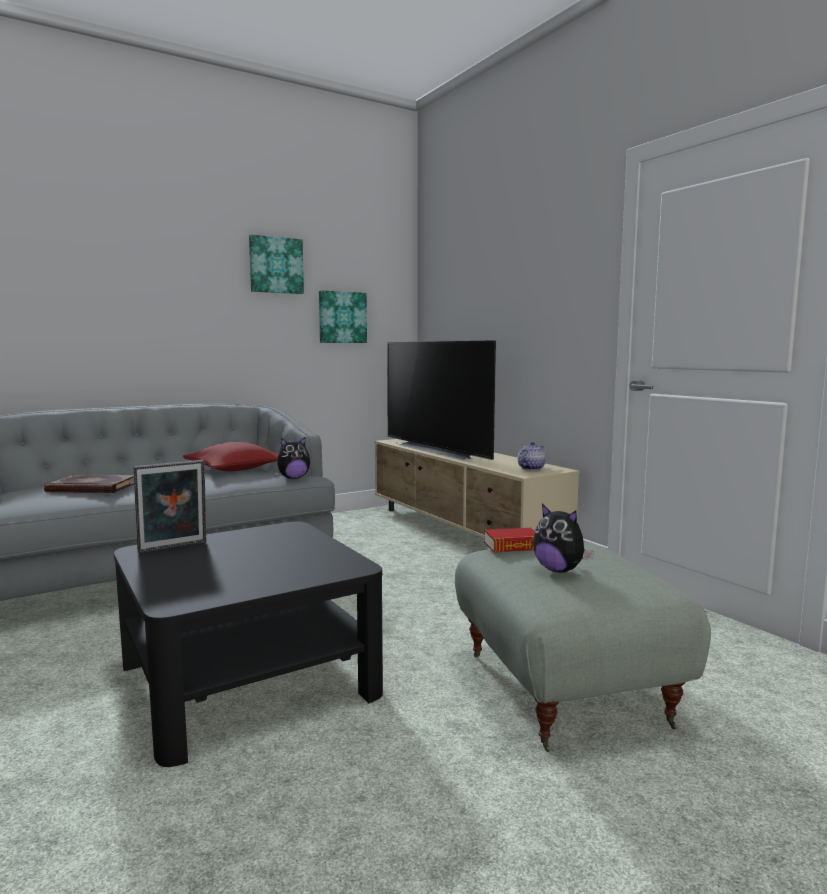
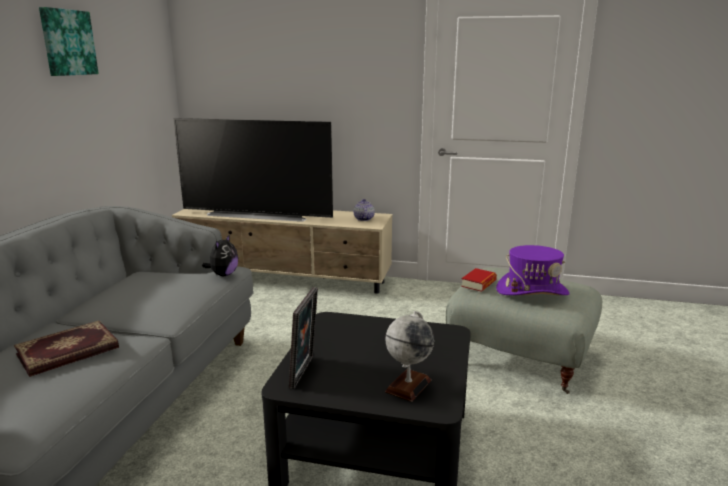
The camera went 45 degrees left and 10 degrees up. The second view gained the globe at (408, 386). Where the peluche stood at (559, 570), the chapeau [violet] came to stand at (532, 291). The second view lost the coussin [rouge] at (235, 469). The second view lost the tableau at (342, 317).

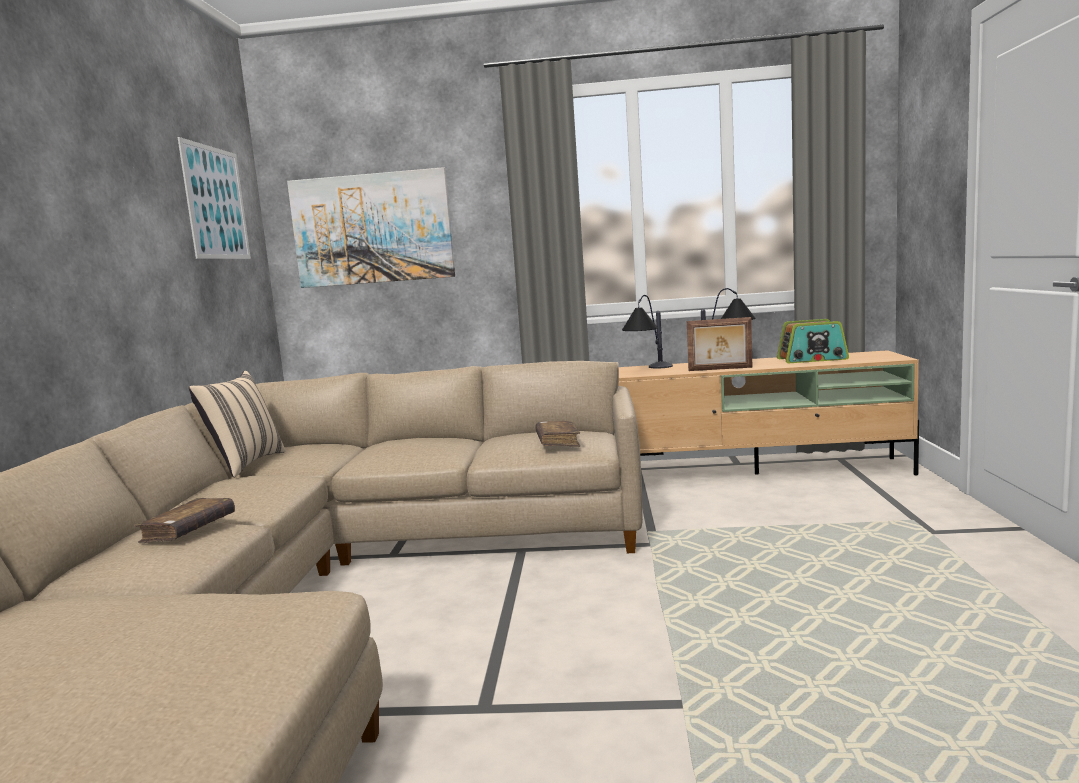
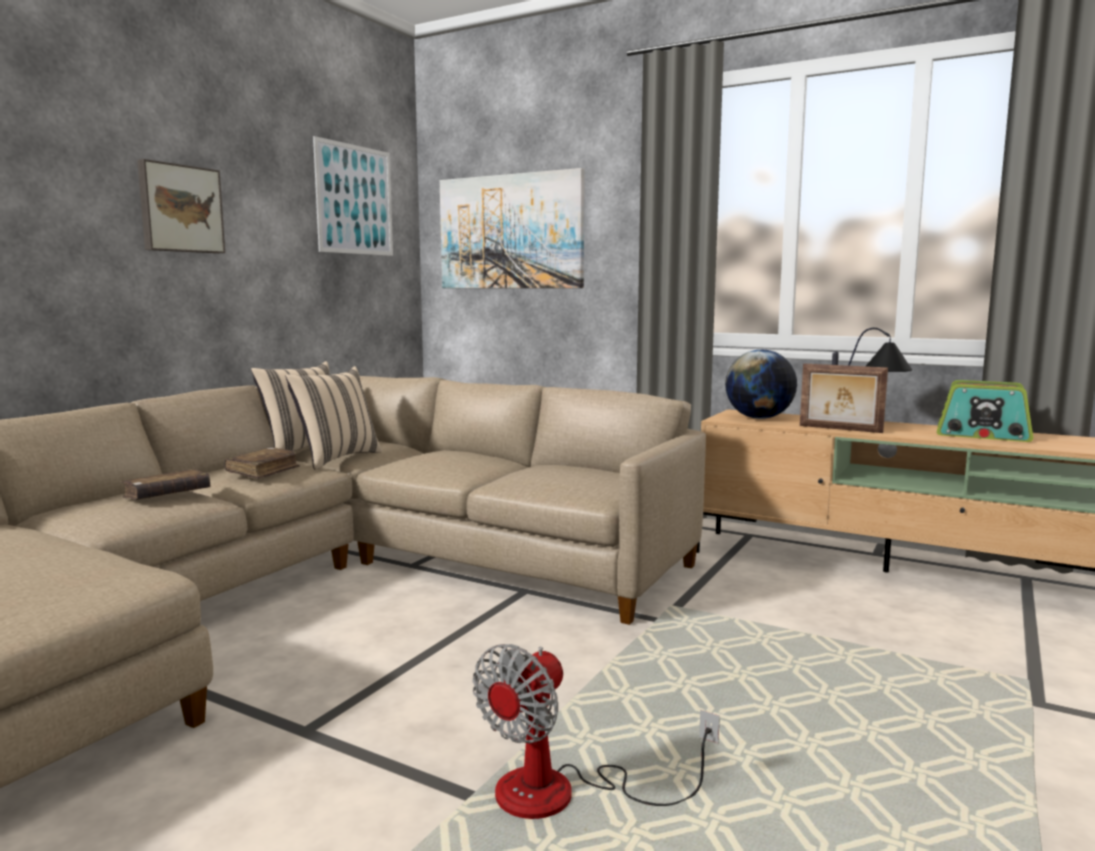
The camera went 25 degrees right and 0 degrees up. The second view gained the tableau at (180, 209). The livre [marron] ended up elsewhere, having gone from (557, 442) to (263, 471). The second view gained the coussin [beige] at (336, 459). The second view gained the ventilateur at (564, 794). Where the lampe de table stood at (649, 370), the globe came to stand at (759, 418).

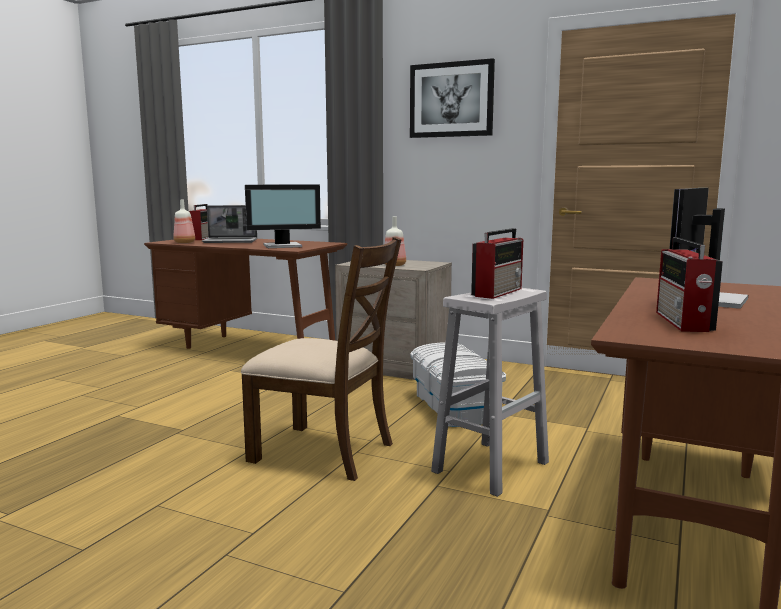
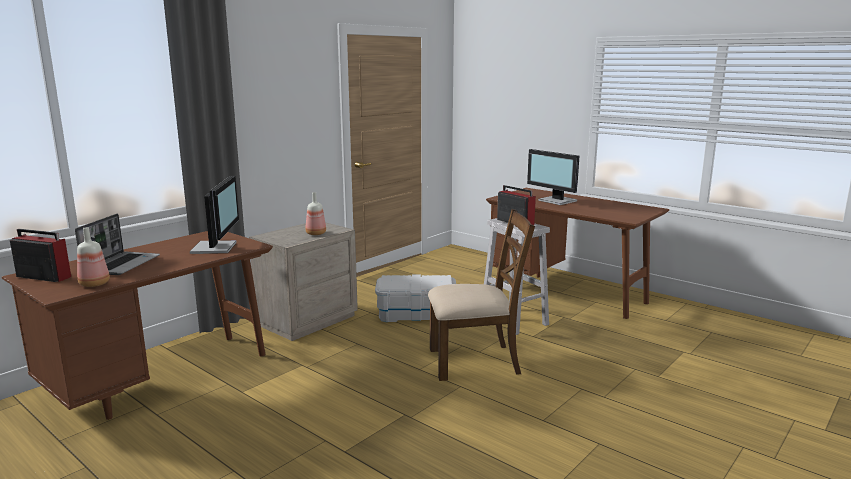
The camera went 75 degrees left and 5 degrees up. The chaise [marron] at (324, 452) ended up facing another way, 45 degrees clockwise from before. The second view lost the tableau at (451, 100). The second view lost the radio at (683, 322).

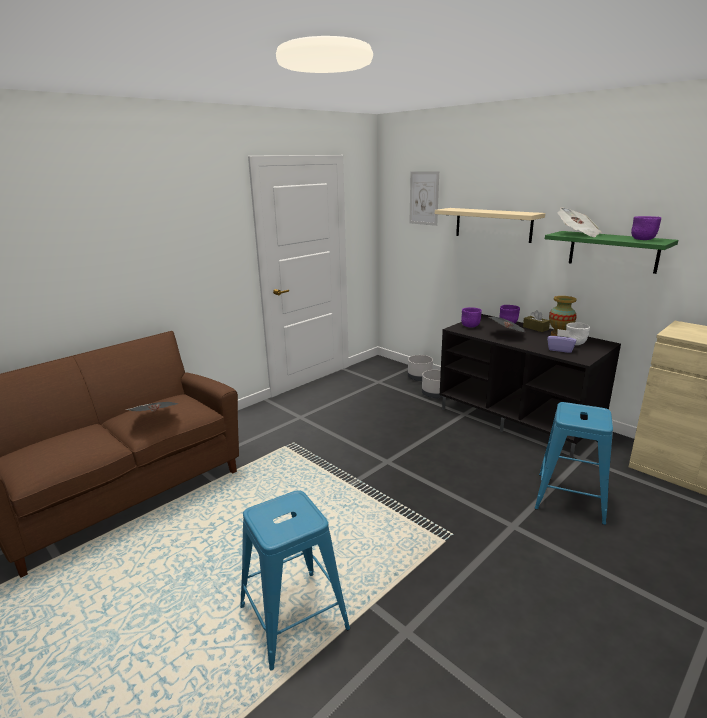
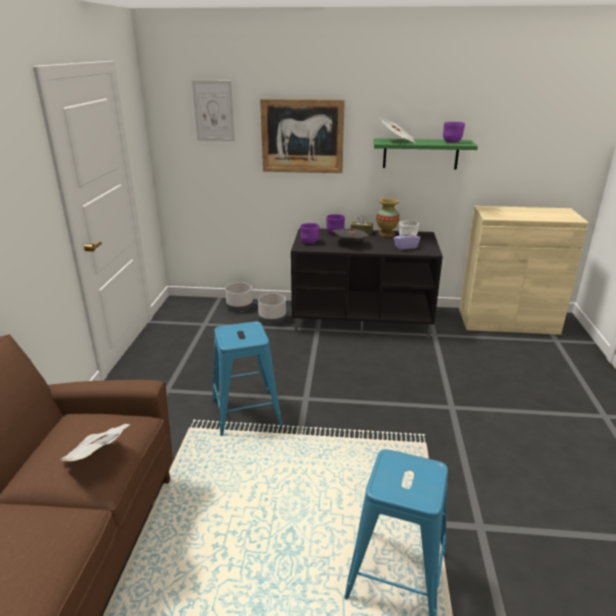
The camera went 40 degrees left and 5 degrees up. The tabouret [bleu] ended up elsewhere, having gone from (569, 497) to (245, 412). Where the étagère [beige] hung at (493, 224), the tableau came to hang at (302, 136).

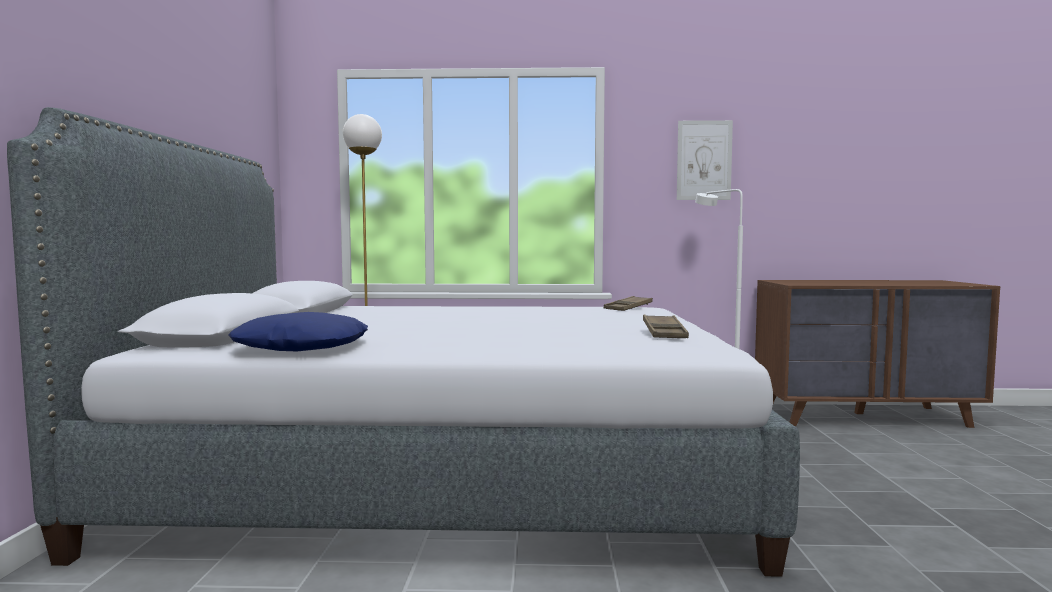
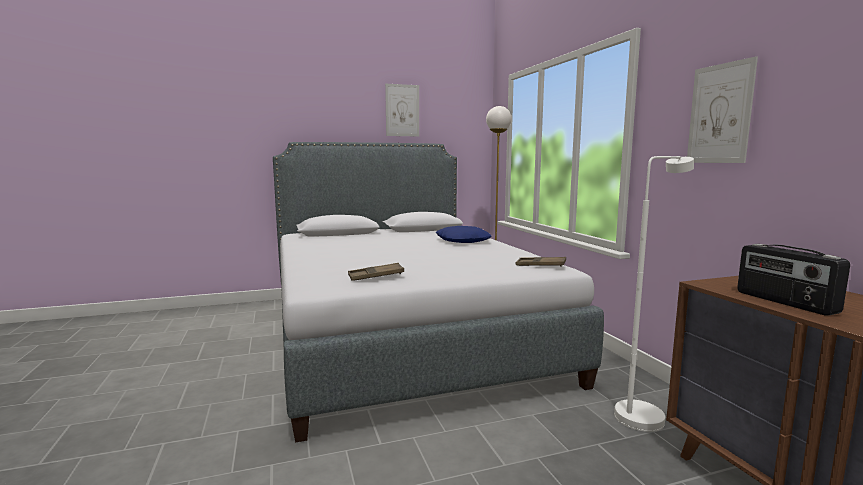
The camera went 70 degrees right and 5 degrees up. The second view gained the tableau at (402, 110). The coussin [bleu] ended up elsewhere, having gone from (303, 347) to (463, 241). The second view gained the radio at (784, 302).

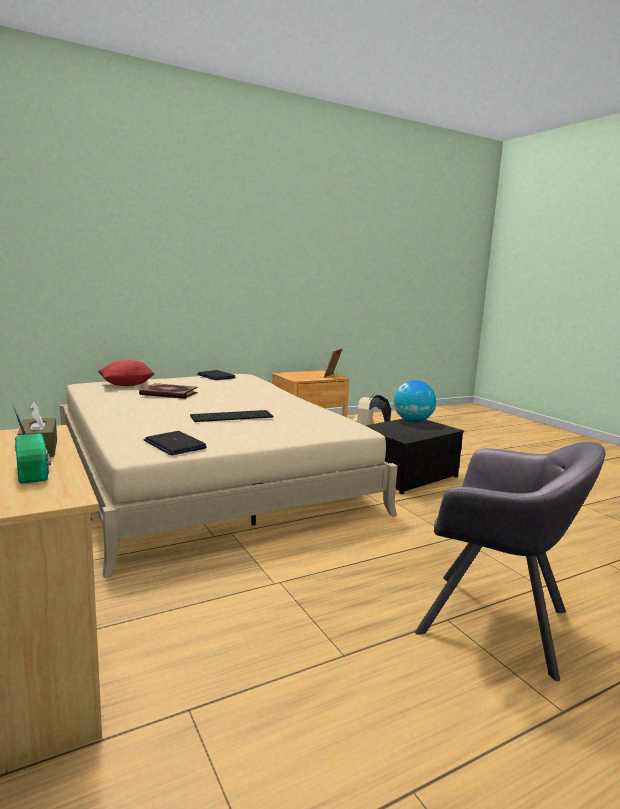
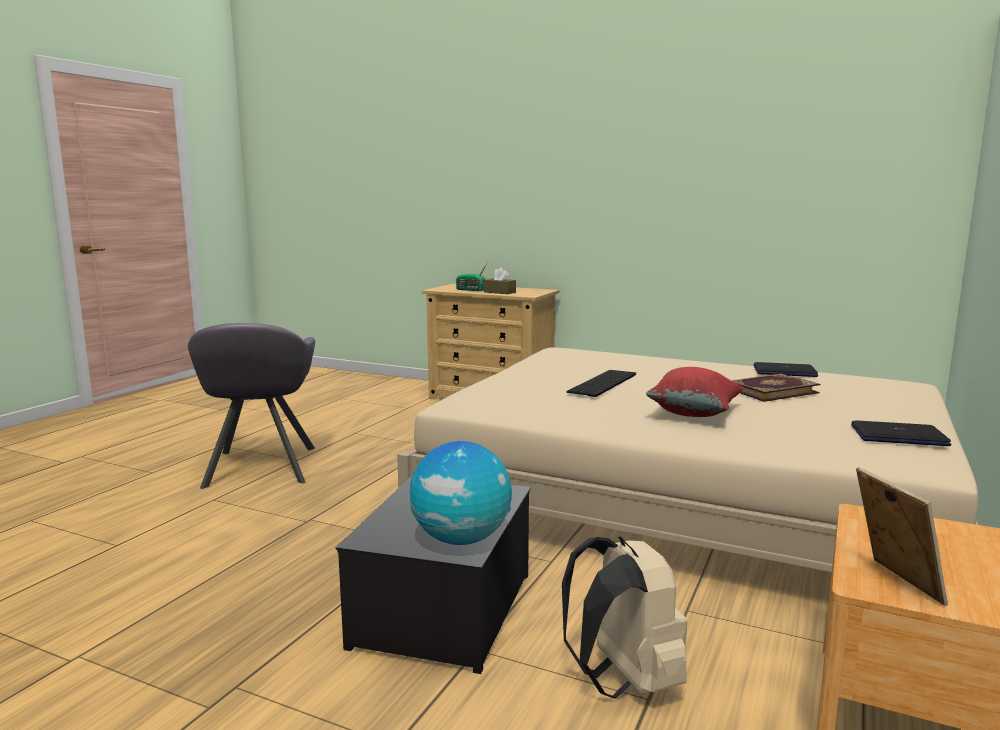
The camera went 145 degrees right and 0 degrees up. The fauteuil [gris] at (495, 622) ended up facing another way, 90 degrees counterclockwise from before. The coussin [rouge] ended up elsewhere, having gone from (127, 385) to (694, 414). The ordinateur portable ended up elsewhere, having gone from (174, 444) to (784, 371).

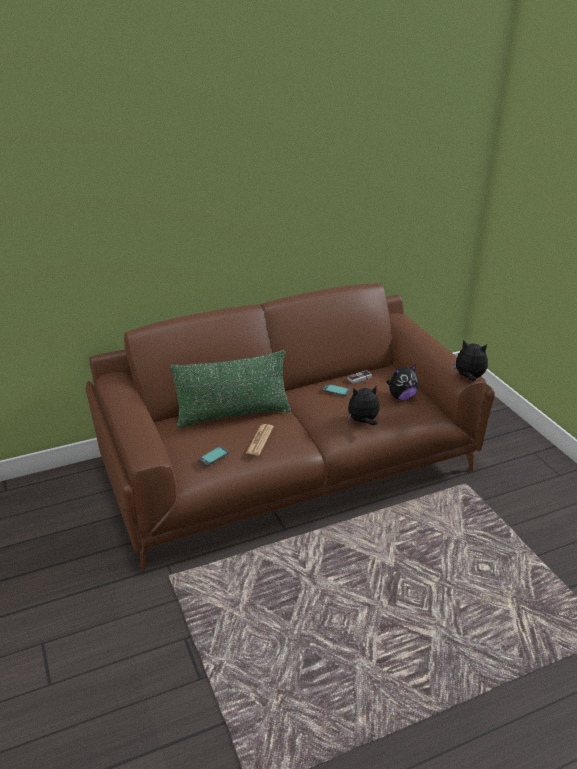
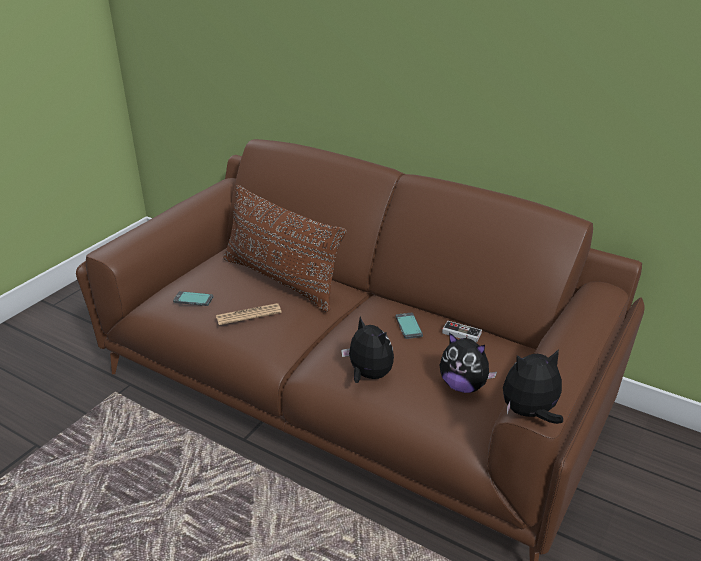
The camera went 55 degrees right and 0 degrees up. What was the coussin [vert] at (233, 415) turned into the coussin [marron] at (281, 280). The peluche at (469, 378) ended up facing another way, 90 degrees counterclockwise from before.

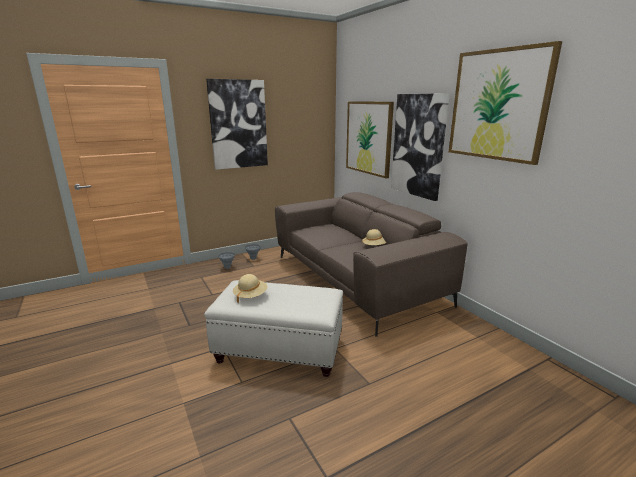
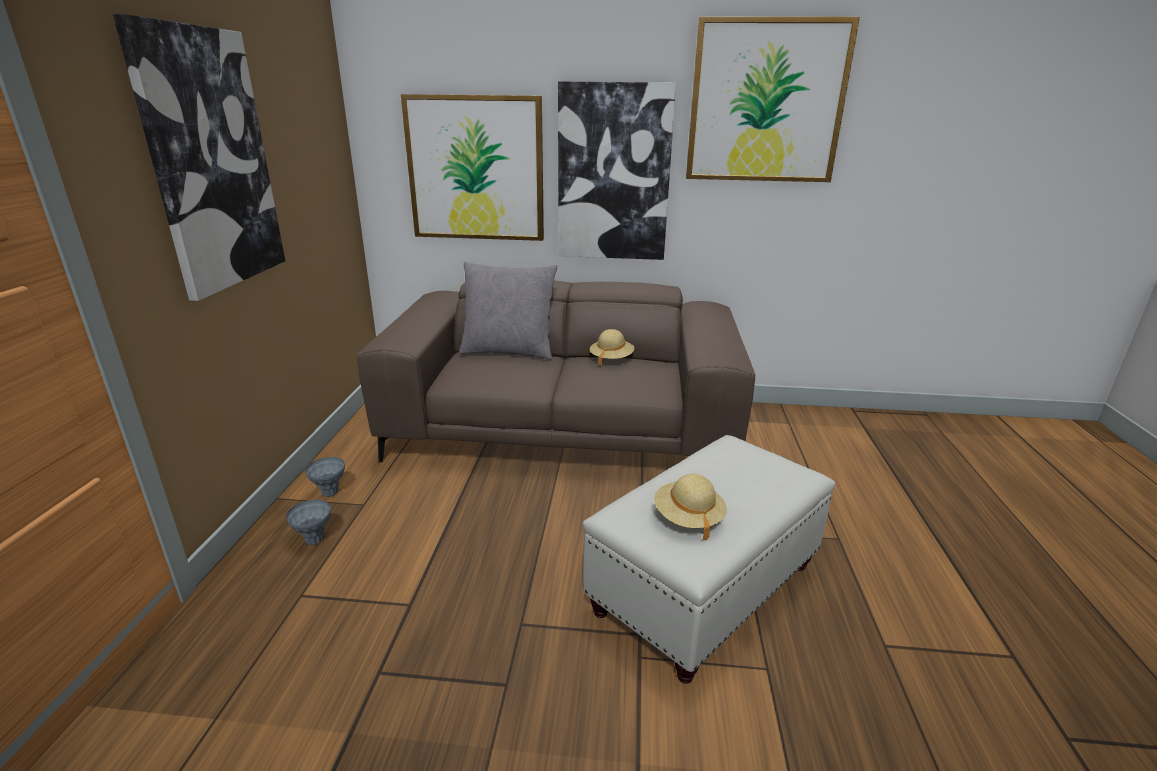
The camera went 55 degrees left and 5 degrees up. The second view gained the coussin [gris] at (509, 351).

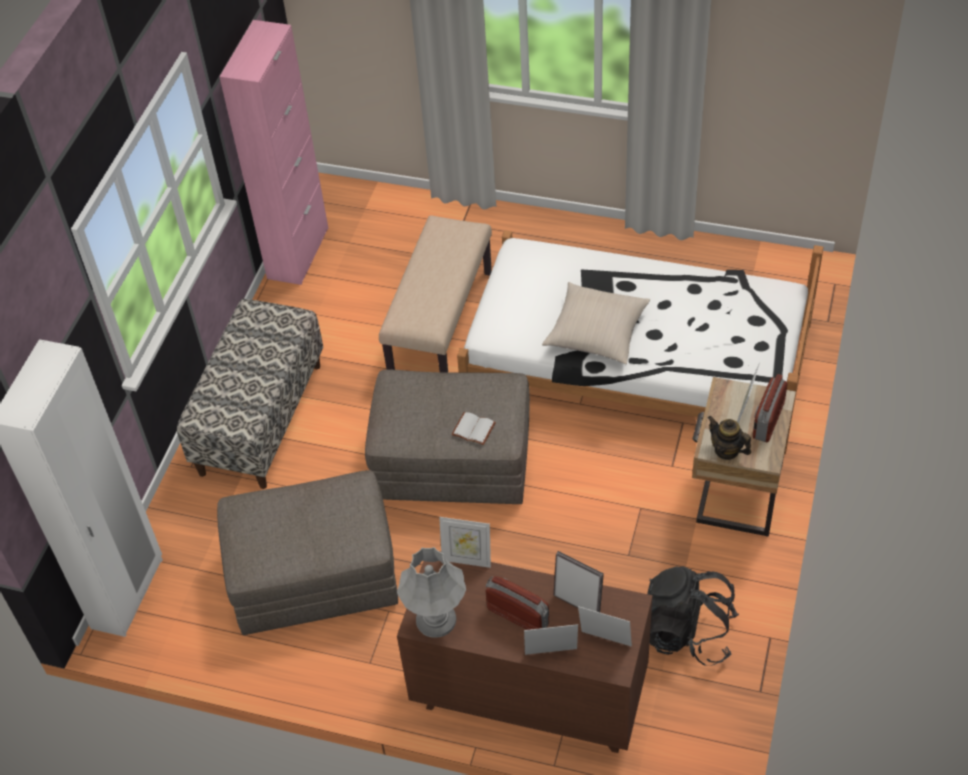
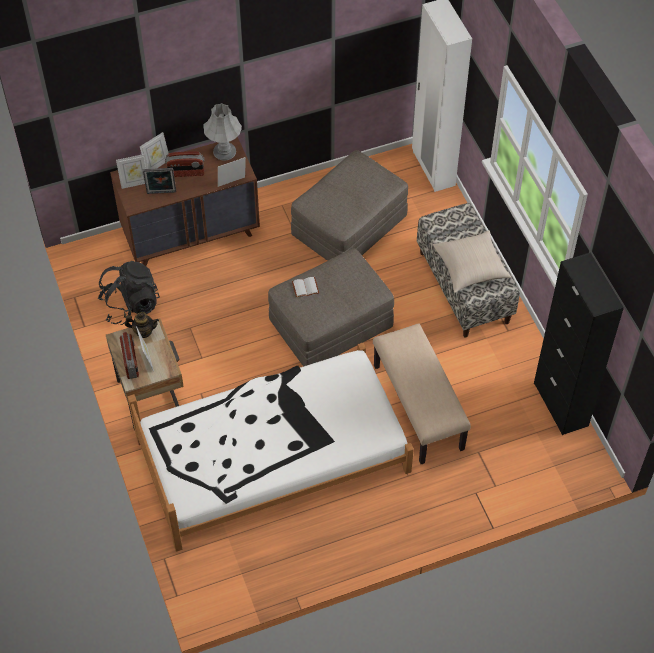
The camera went 140 degrees right and 5 degrees up. The coussin [beige] ended up elsewhere, having gone from (596, 333) to (471, 268). What was the meuble de rangement [rose] at (298, 253) turned into the meuble de rangement [noir] at (560, 404).

